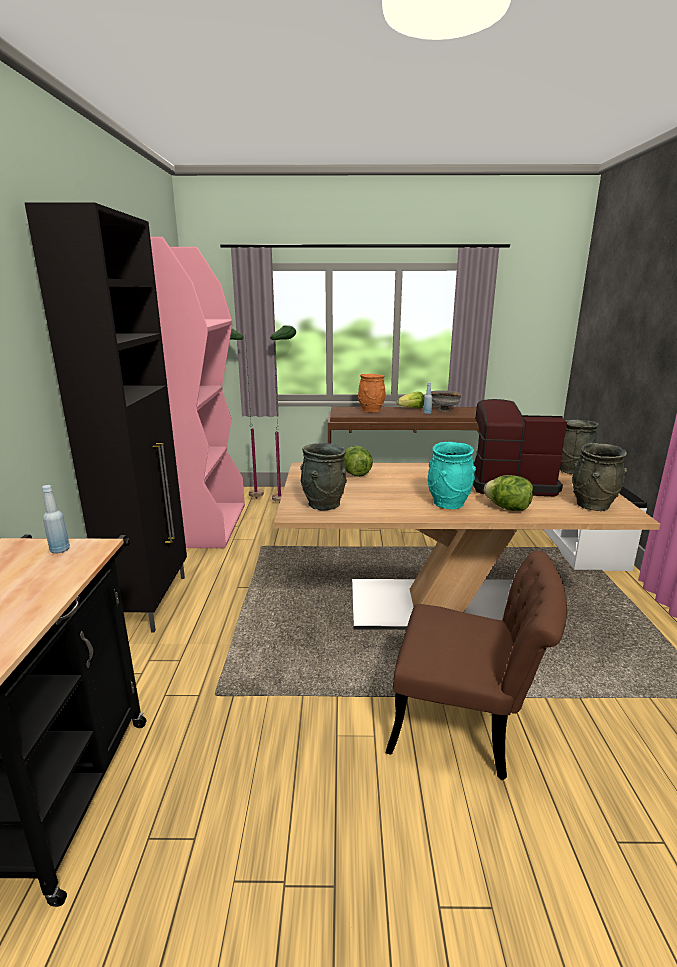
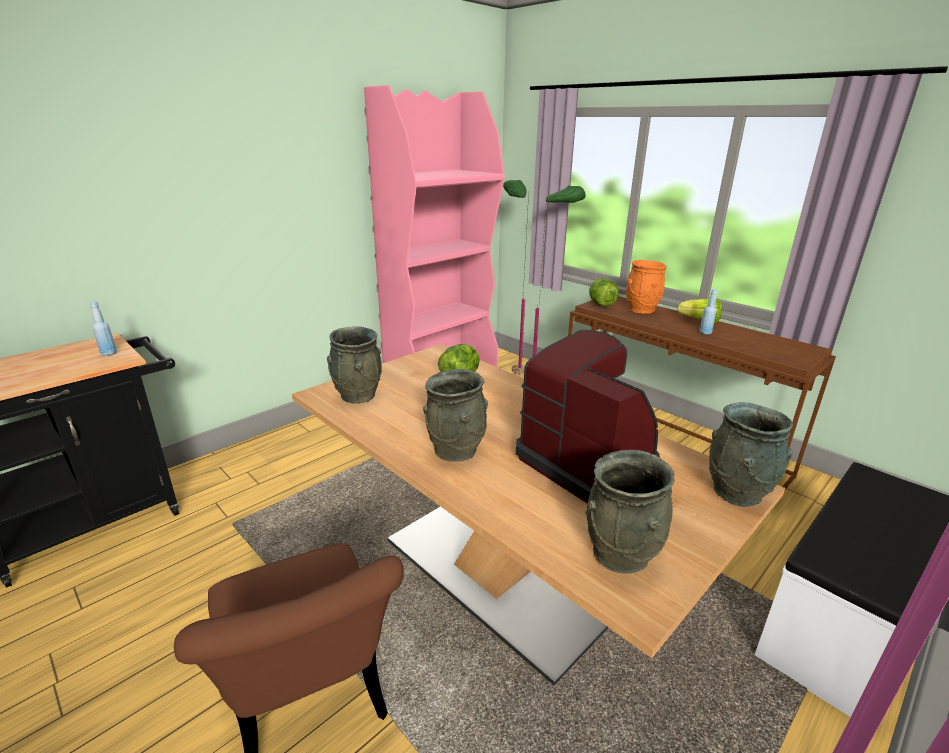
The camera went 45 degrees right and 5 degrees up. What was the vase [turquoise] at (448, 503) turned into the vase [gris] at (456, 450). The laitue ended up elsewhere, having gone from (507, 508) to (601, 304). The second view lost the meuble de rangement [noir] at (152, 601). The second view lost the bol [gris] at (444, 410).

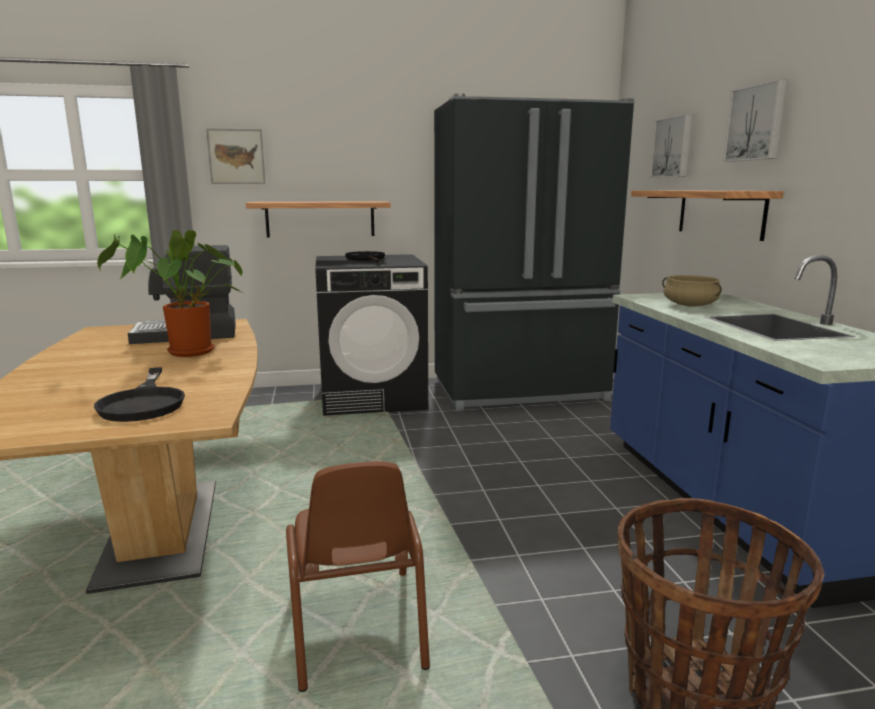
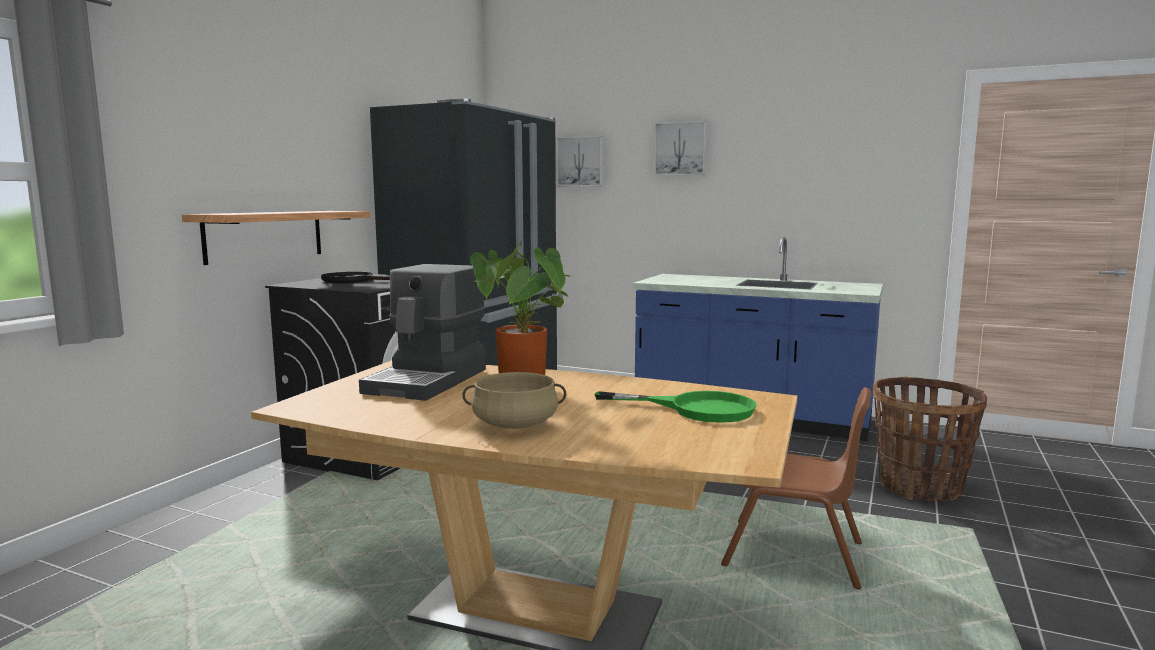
The camera went 55 degrees left and 5 degrees down. The marmite [beige] ended up elsewhere, having gone from (689, 305) to (515, 425). What was the poêle [noir] at (144, 402) turned into the poêle [vert] at (696, 409). The second view lost the tableau at (236, 156). The second view lost the étagère at (720, 213).

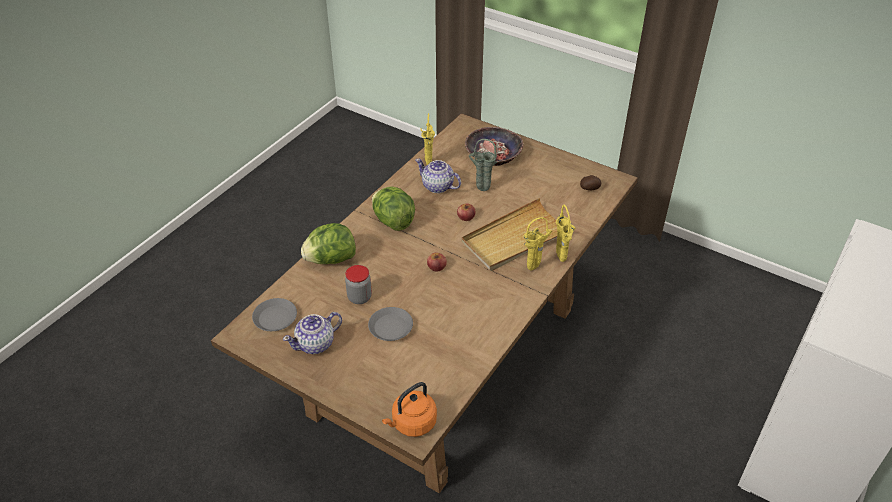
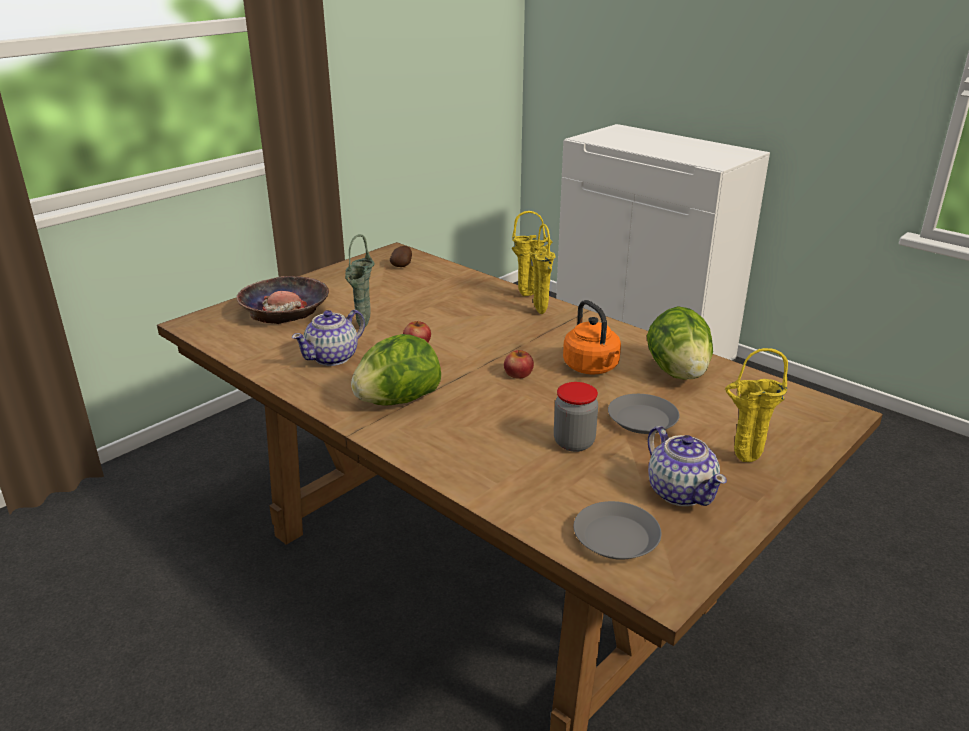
The camera went 80 degrees left and 15 degrees down. The bouilloire [orange] ended up elsewhere, having gone from (412, 423) to (592, 368). The laitue ended up elsewhere, having gone from (331, 259) to (678, 372). The vase [jaune] ended up elsewhere, having gone from (428, 164) to (743, 461). The second view lost the plateau [beige] at (515, 238).

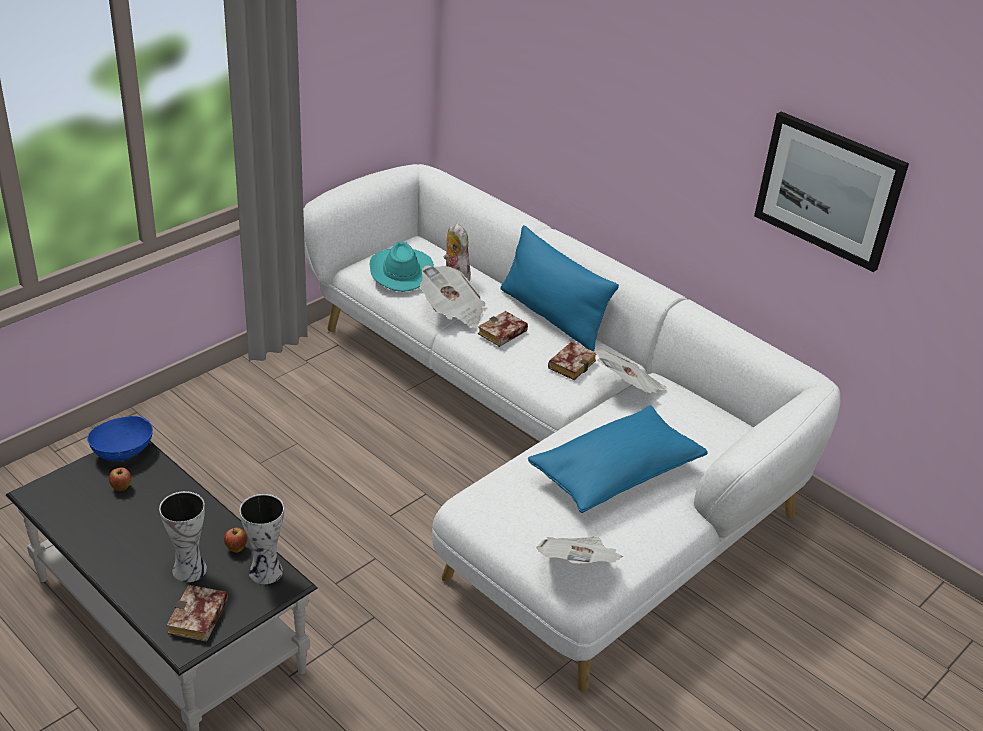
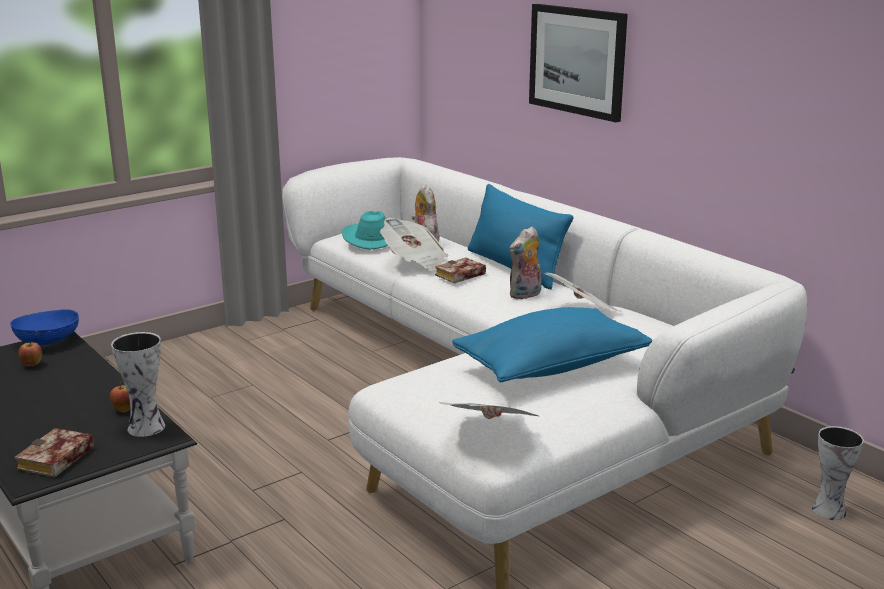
The camera went 10 degrees right and 15 degrees down. Where the livre stood at (571, 363), the peluche came to stand at (525, 295). The tableau ended up elsewhere, having gone from (829, 190) to (577, 61). The vase ended up elsewhere, having gone from (189, 568) to (828, 509).

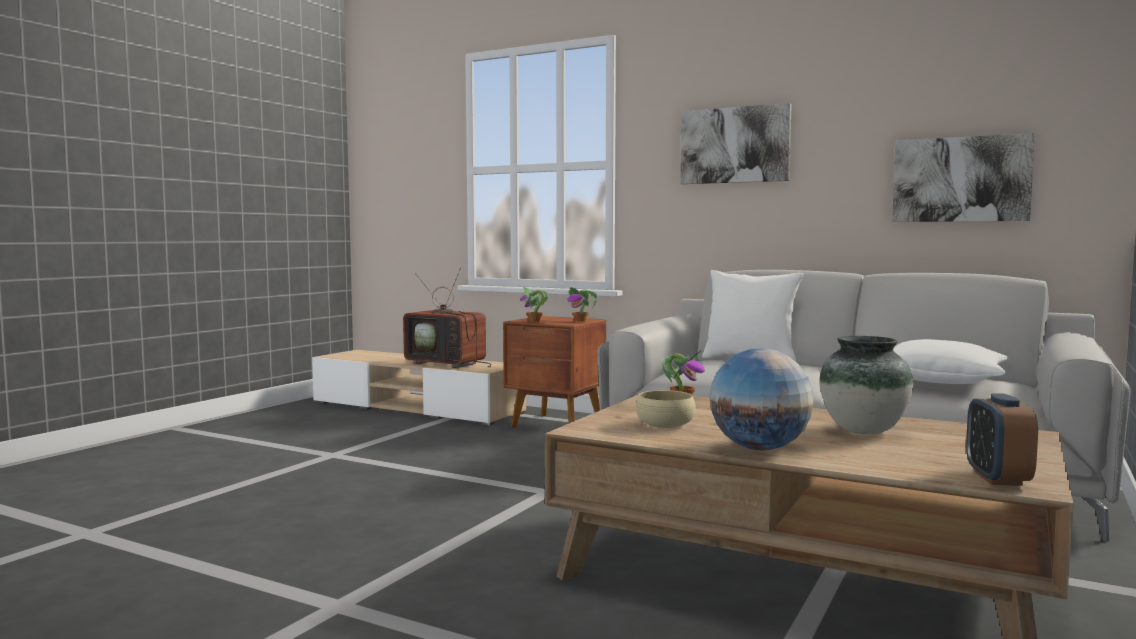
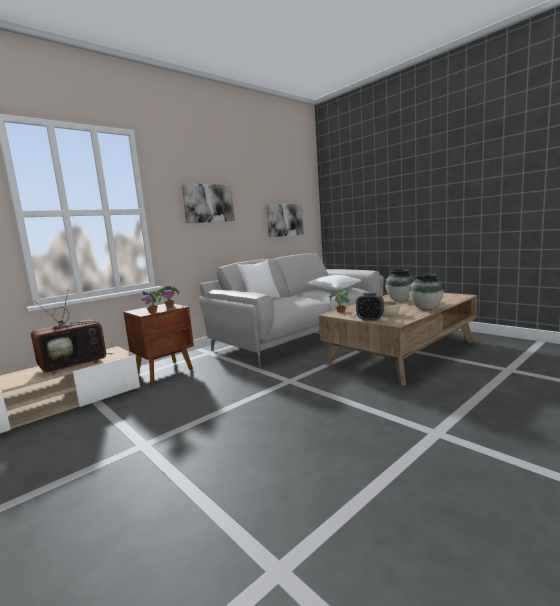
The camera went 70 degrees left and 5 degrees up. The réveil ended up elsewhere, having gone from (997, 478) to (370, 319). Where the globe stood at (759, 448), the vase came to stand at (425, 308).

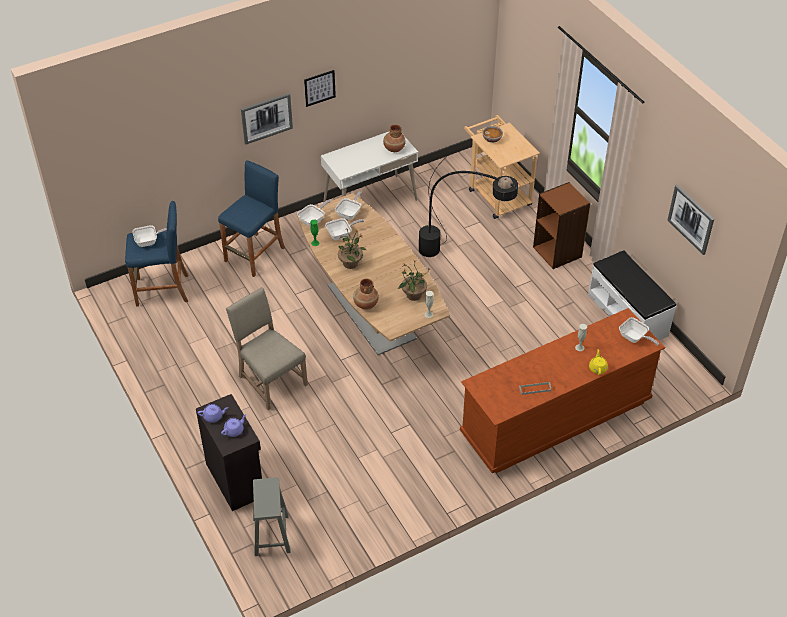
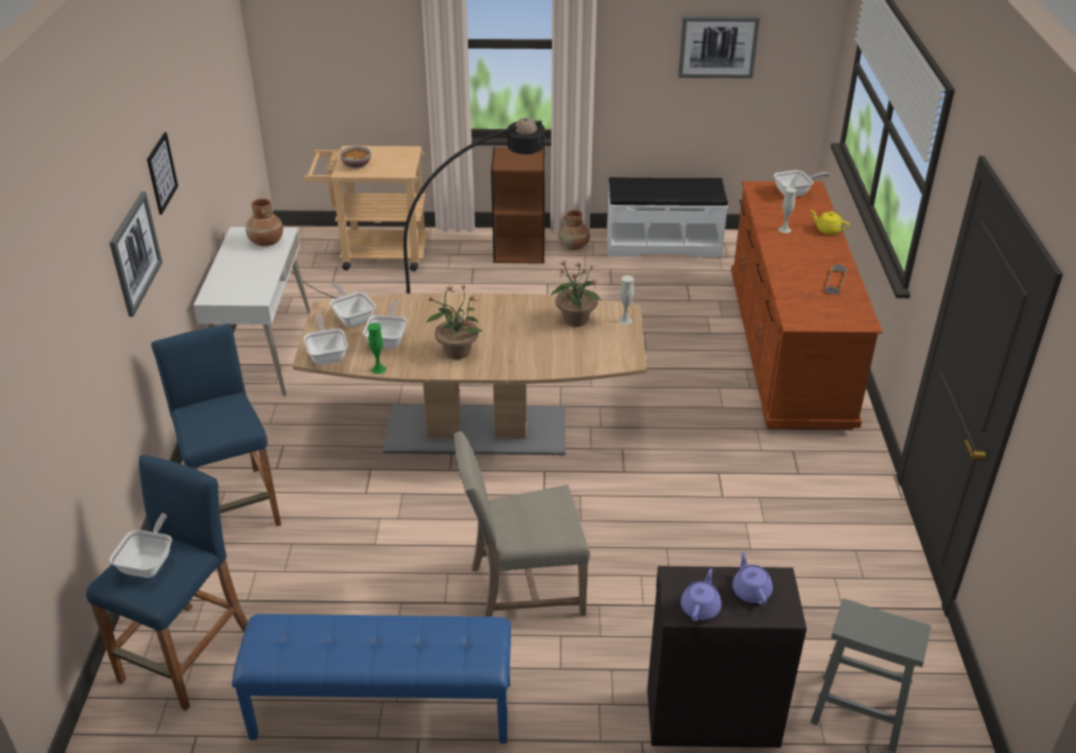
The camera went 60 degrees left and 10 degrees down. The second view gained the banc [bleu] at (382, 710). The vase [marron] ended up elsewhere, having gone from (365, 304) to (574, 246).

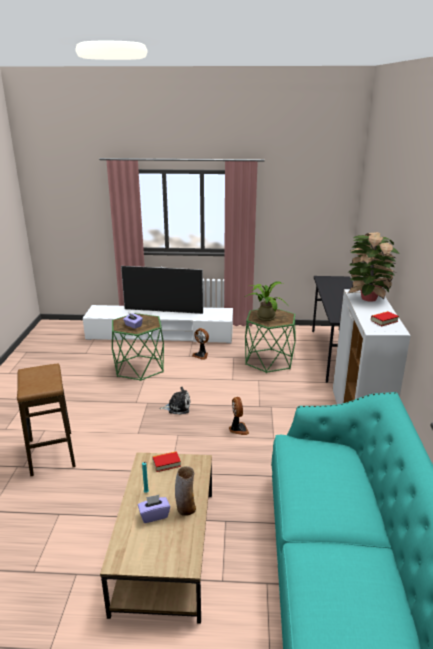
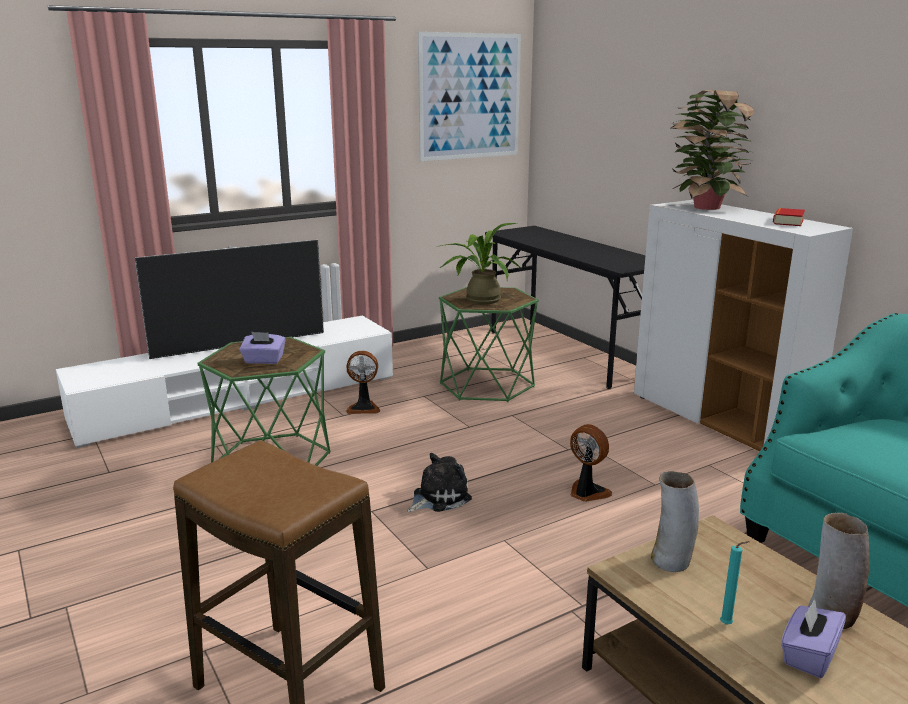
The camera went 35 degrees left and 5 degrees down. The second view gained the tableau at (470, 96). Where the livre stood at (166, 463), the vase came to stand at (671, 560).

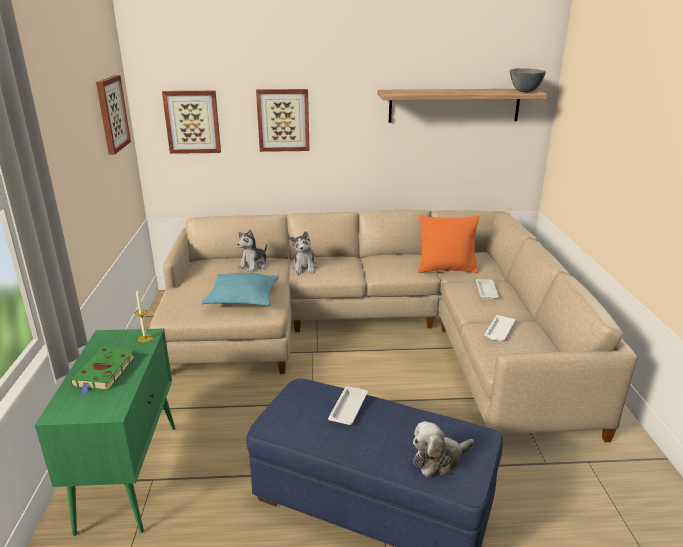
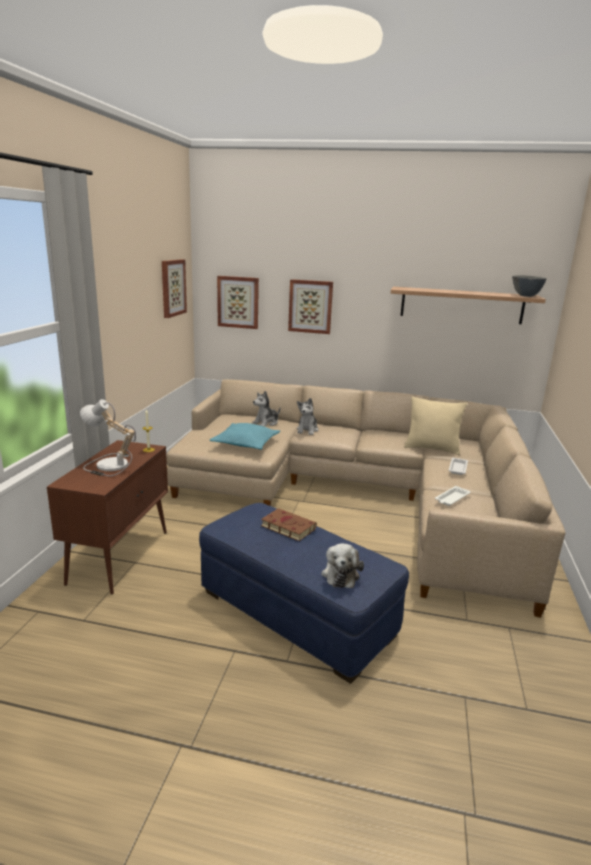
The camera went 15 degrees right and 5 degrees down. What was the meuble de rangement [vert] at (130, 475) turned into the meuble de rangement [marron] at (120, 556). Where the livre [vert] stood at (104, 373), the lampe de table came to stand at (108, 465). Where the plateau [blanc] stood at (348, 408), the livre [marron] came to stand at (286, 527). The peluche at (439, 459) ended up facing another way, 75 degrees counterclockwise from before. What was the coussin [orange] at (446, 269) turned into the coussin [beige] at (432, 448).

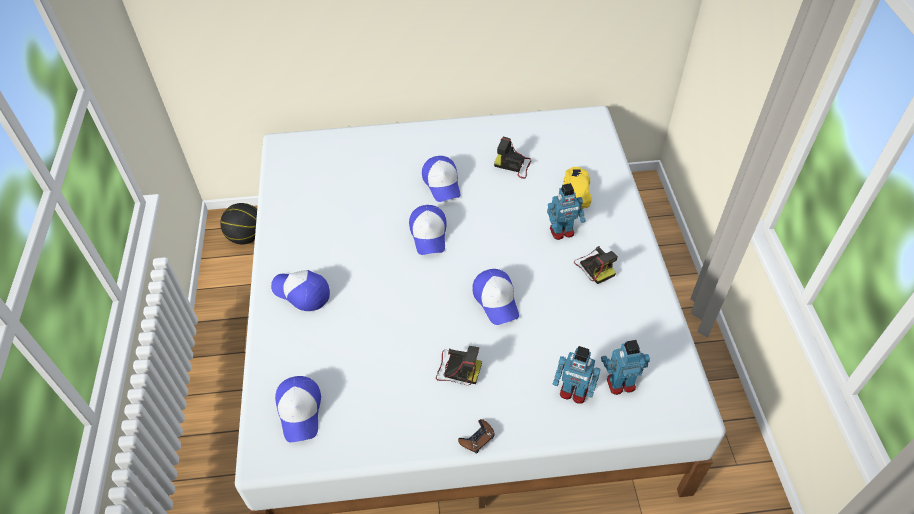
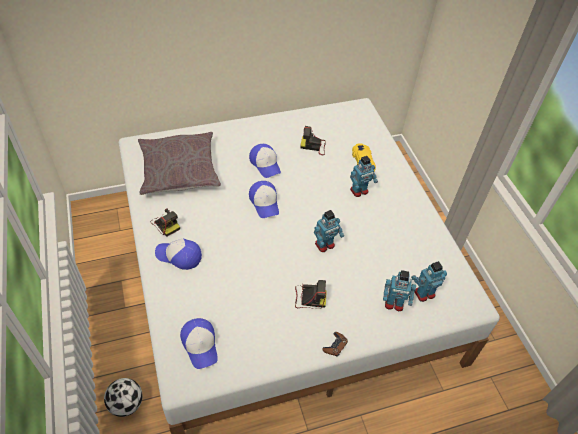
The camera went 15 degrees left and 0 degrees up. The second view gained the ballon de foot at (126, 404). The second view gained the coussin [gris] at (179, 170). The appareil photo ended up elsewhere, having gone from (595, 266) to (166, 223). Where the casquette stood at (496, 300), the robot jouet came to stand at (325, 245). The second view lost the ballon de basket at (246, 237).

